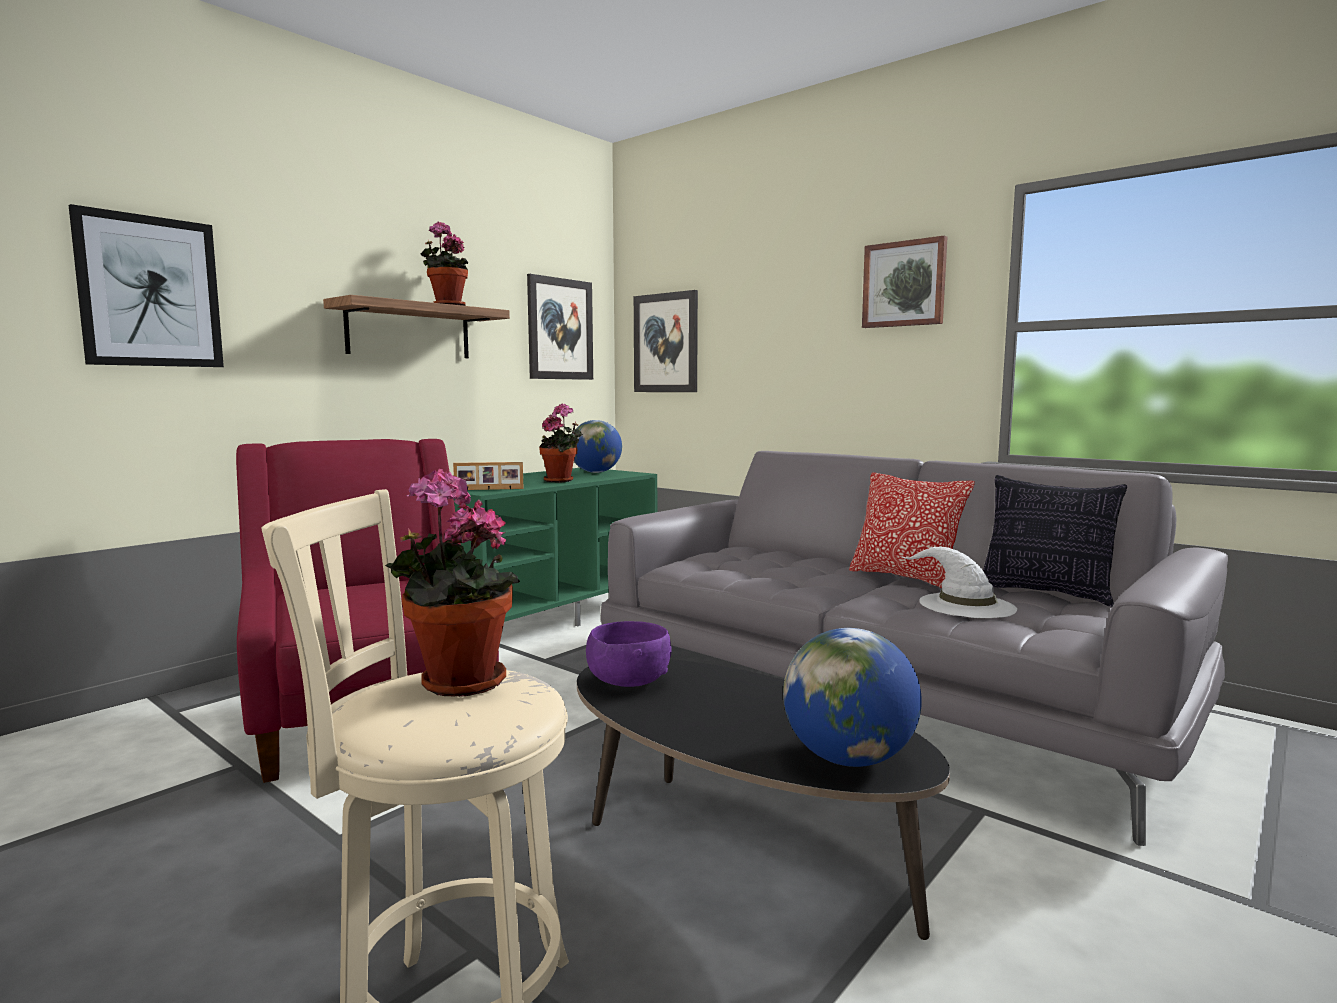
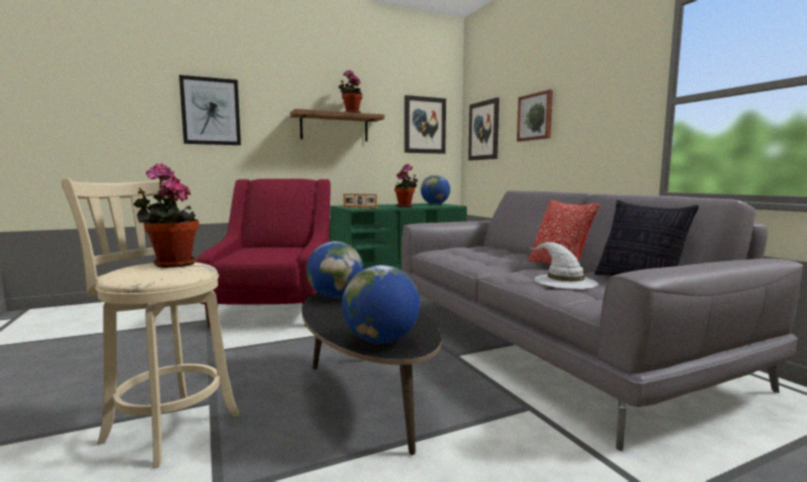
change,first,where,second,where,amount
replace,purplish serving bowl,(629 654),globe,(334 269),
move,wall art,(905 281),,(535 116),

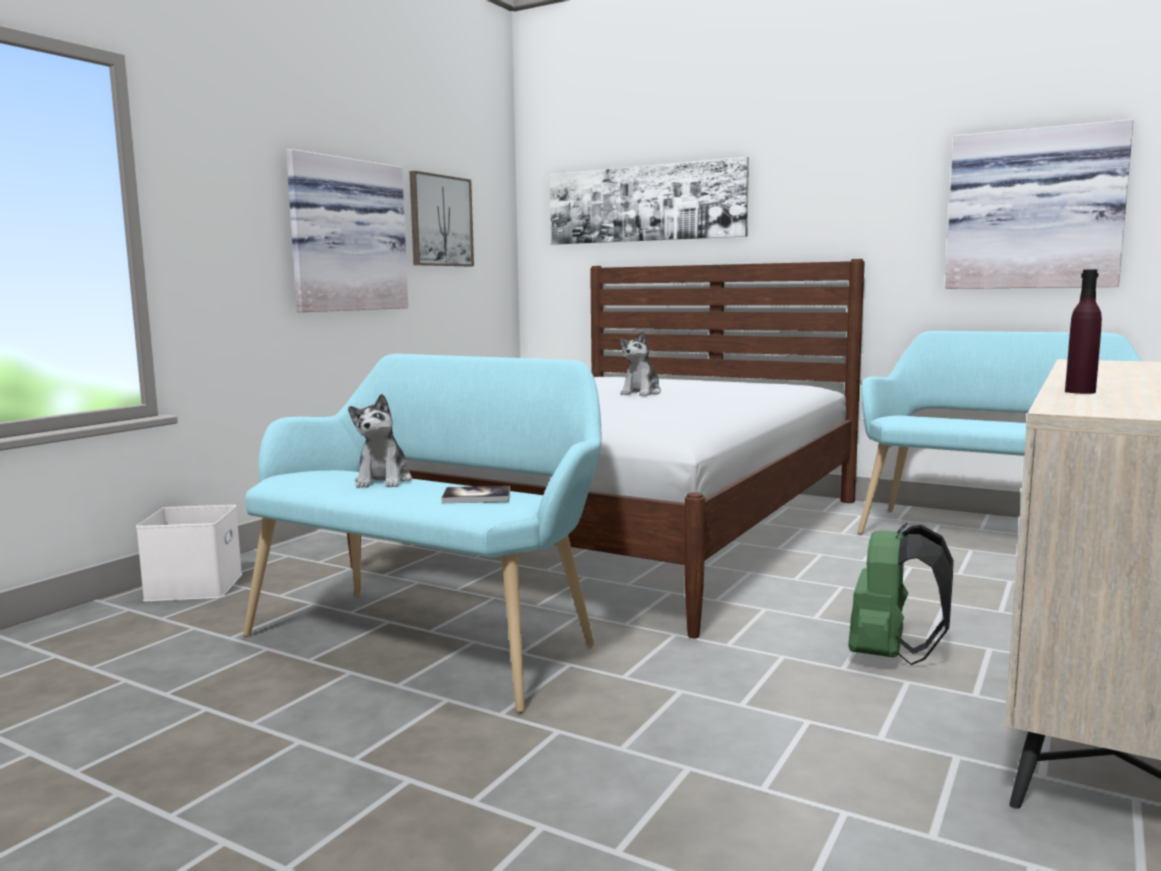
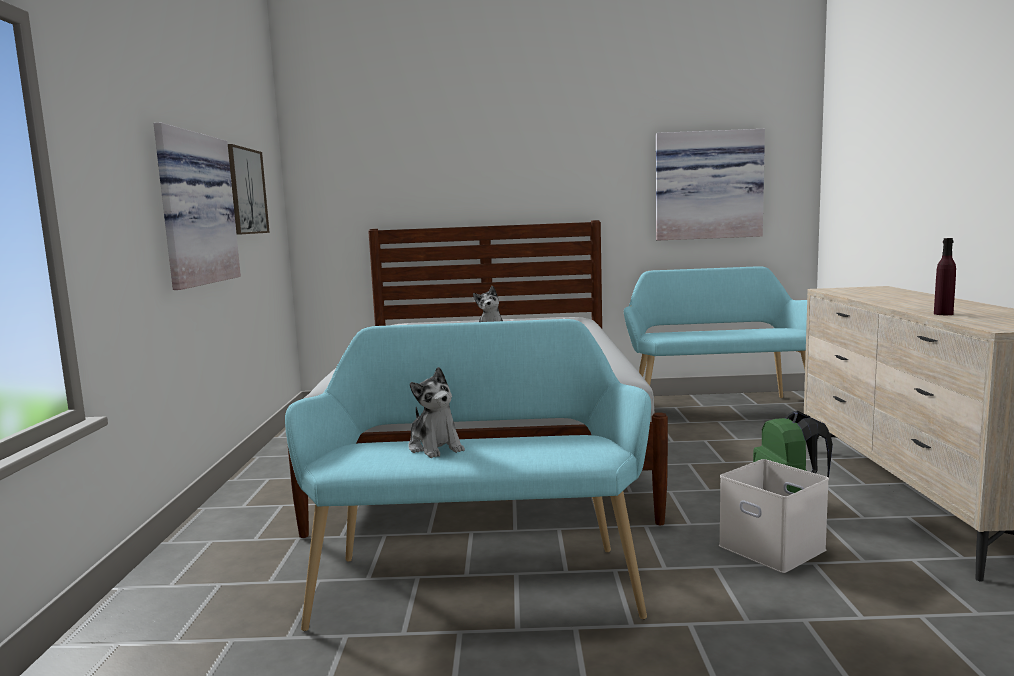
change,first,where,second,where,amount
move,white storage bin,(189 553),,(774 516),
delete,book,(476 494),,,
delete,wall art,(649 201),,,

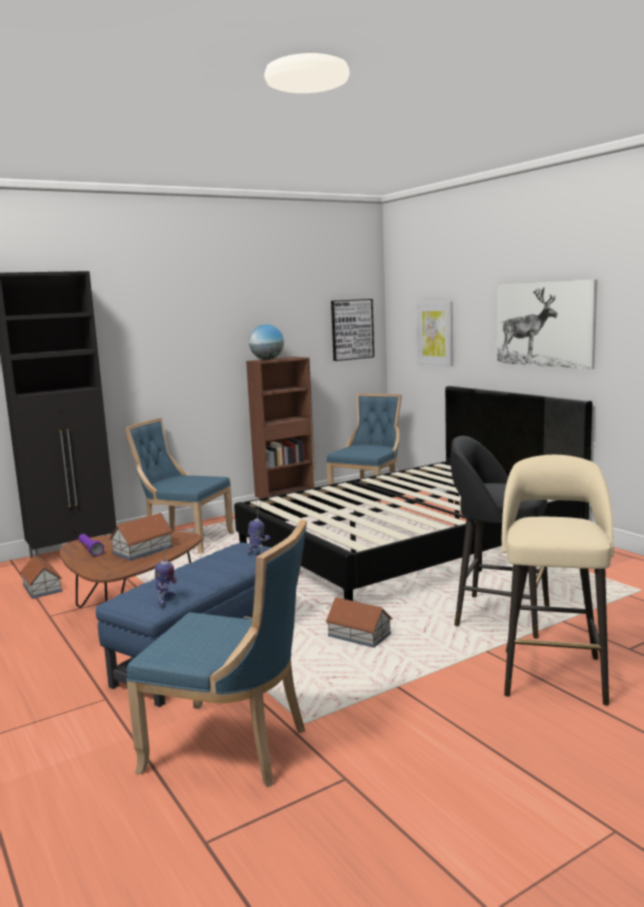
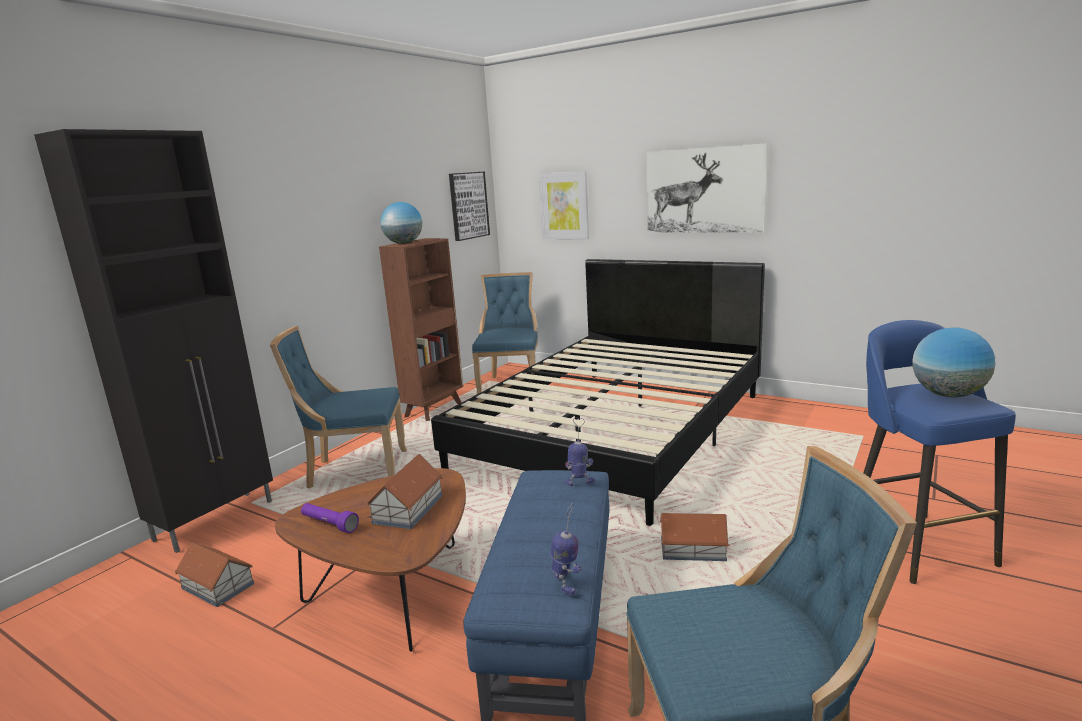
change,first,where,second,where,amount
delete,blackish sitting stool,(500 537),,,
recolor,beige sitting stool,(558 580),blue-coloured sitting stool,(939 452),
insert,,,globe,(953 363),

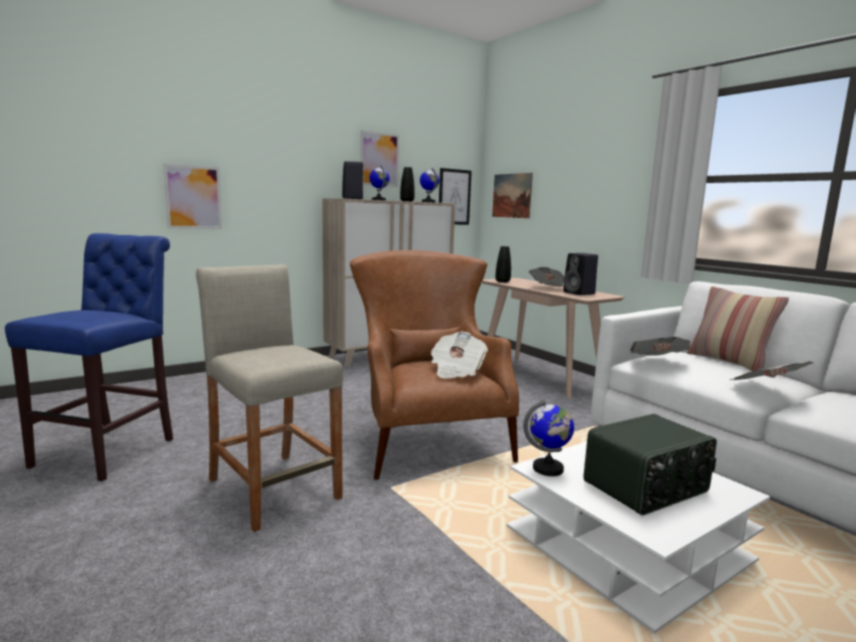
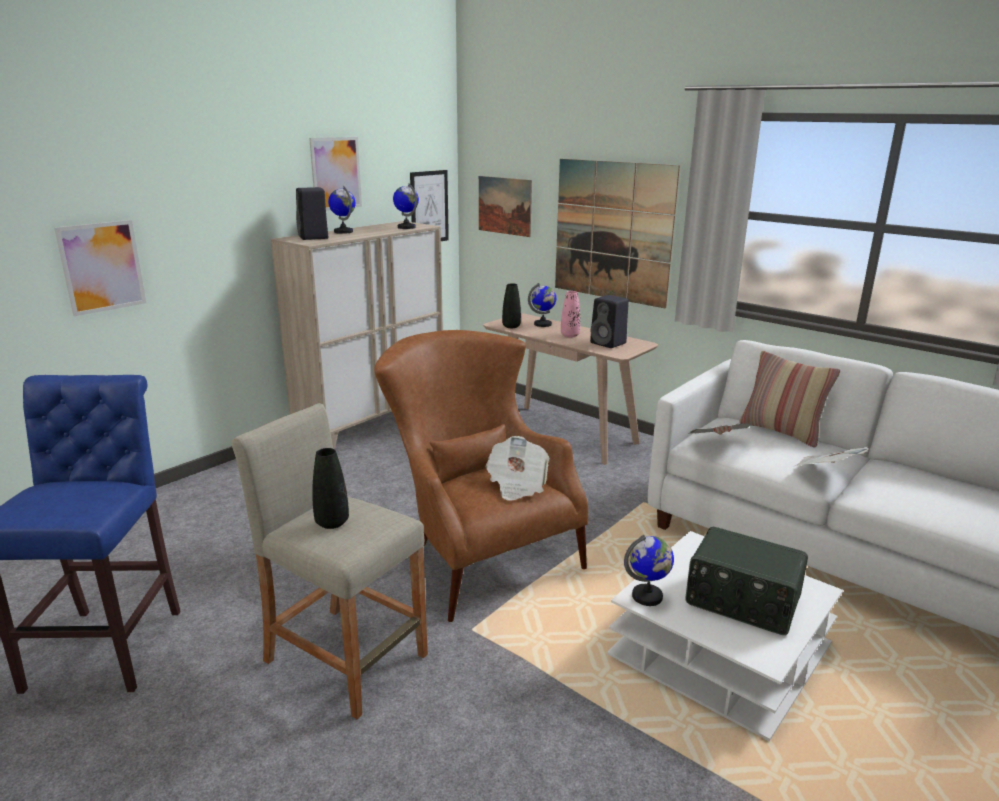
change,first,where,second,where,amount
move,blackish decorative vase,(407 184),,(330 488),
replace,daily paper,(546 277),pinkish decorative vase,(570 314),
rotate,radio,(650 464),,(746 581),75 degrees clockwise
insert,,,globe,(542 305),
insert,,,wall art,(617 233),

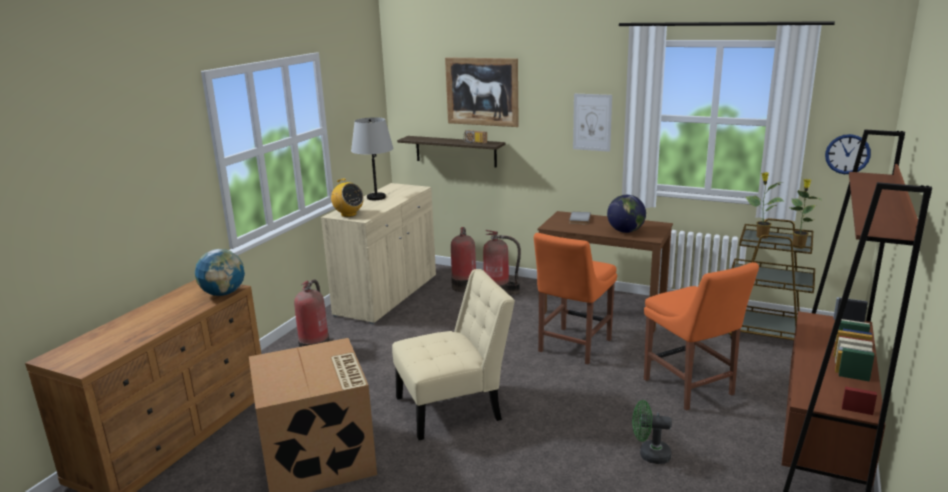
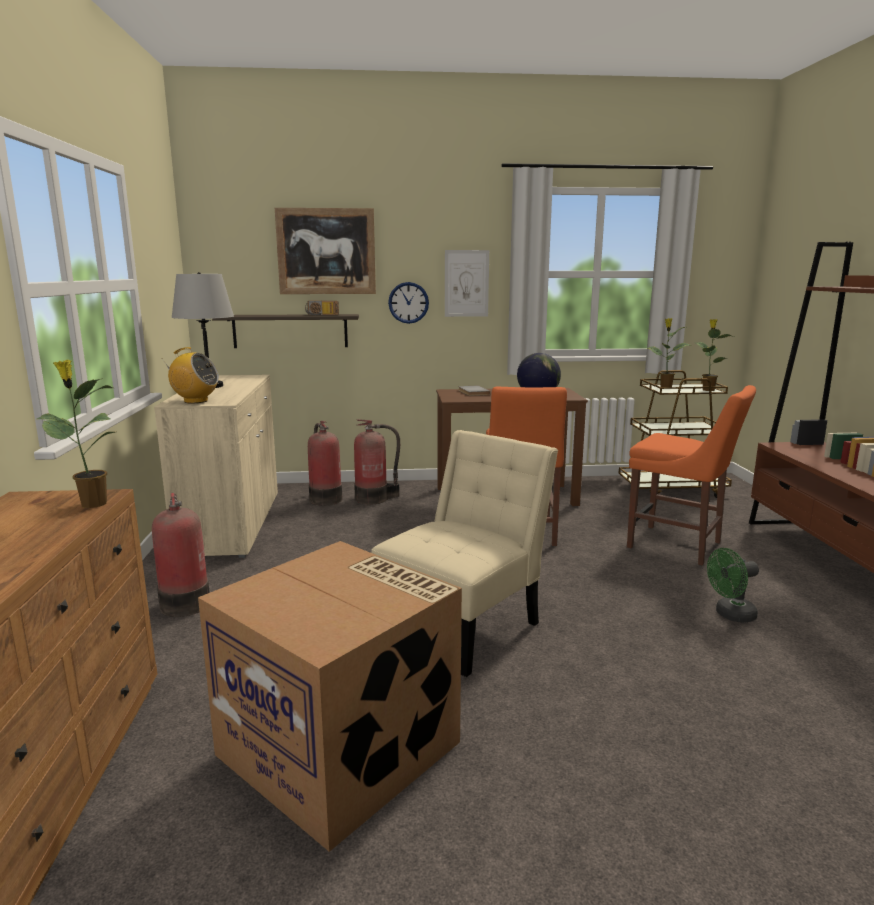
change,first,where,second,where,amount
replace,globe,(220 272),houseplant,(76 434),
move,clock on the wall,(848 154),,(408 303),

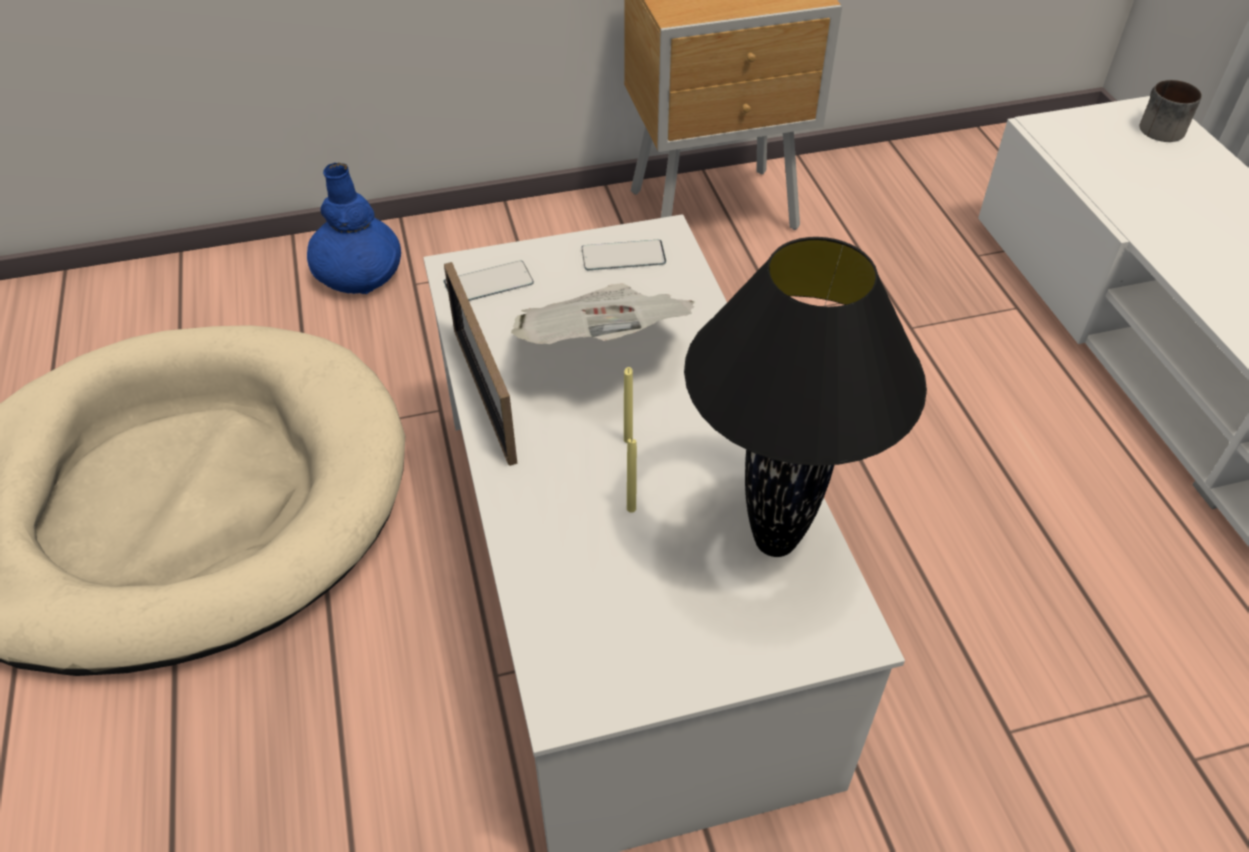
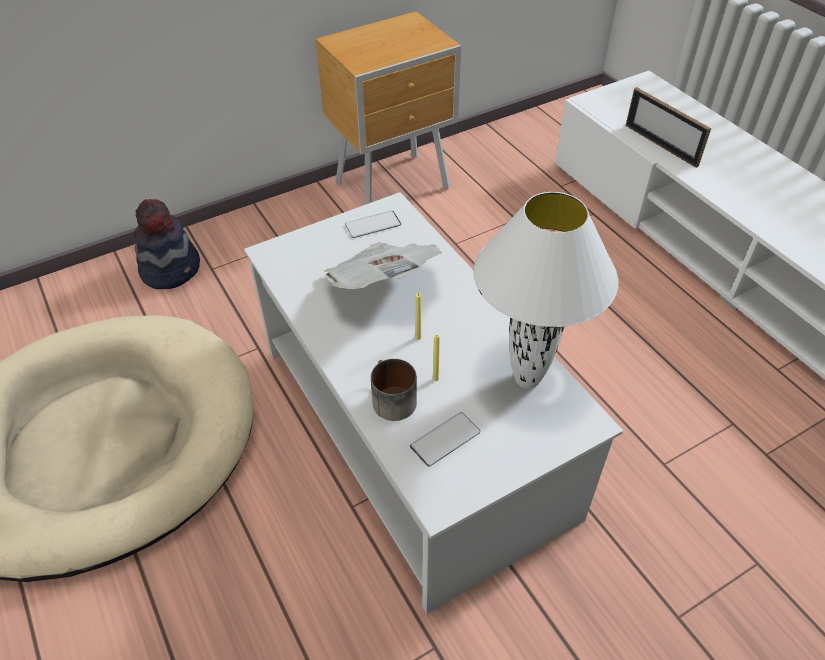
change,first,where,second,where,amount
replace,blue-coloured decorative vase,(354 228),hat,(167 244),
move,handset,(489 280),,(445 439),
move,photo frame,(480 364),,(668 127),
recolor,blackish lamp for a table,(805 397),white lamp for a table,(545 290),
move,mug,(1170 111),,(394 390),

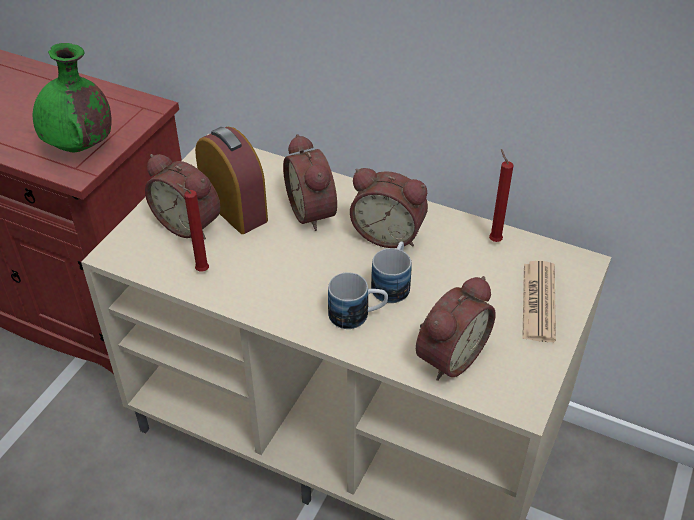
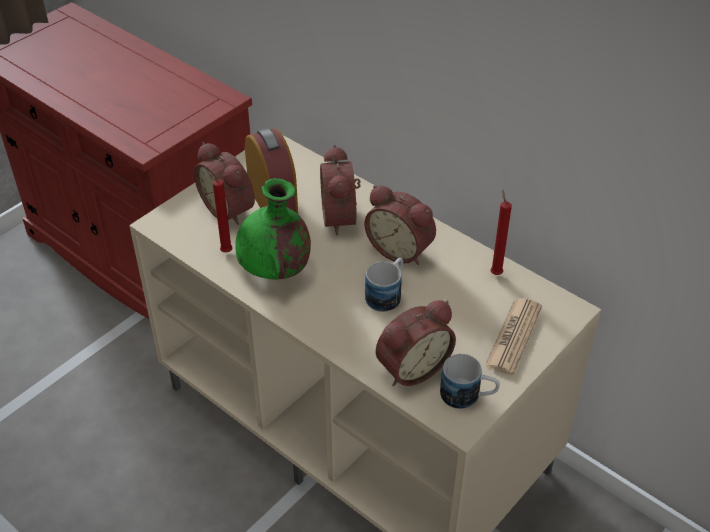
change,first,where,second,where,amount
move,greenish decorative vase,(72 97),,(273 229),
move,mug,(358 300),,(470 381),

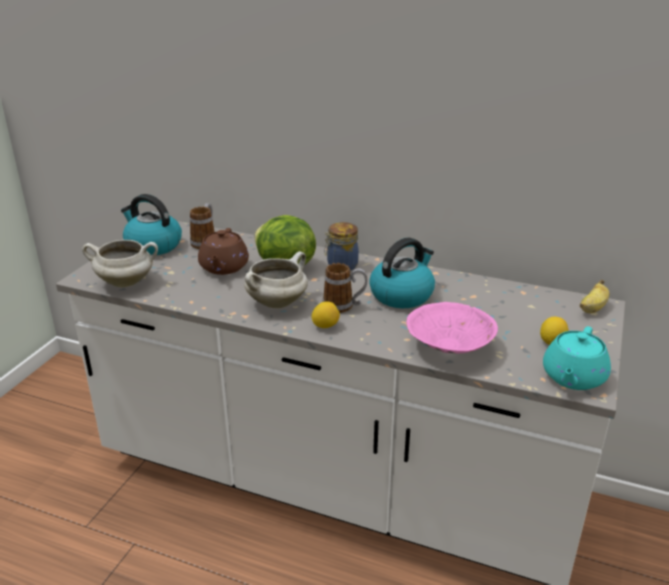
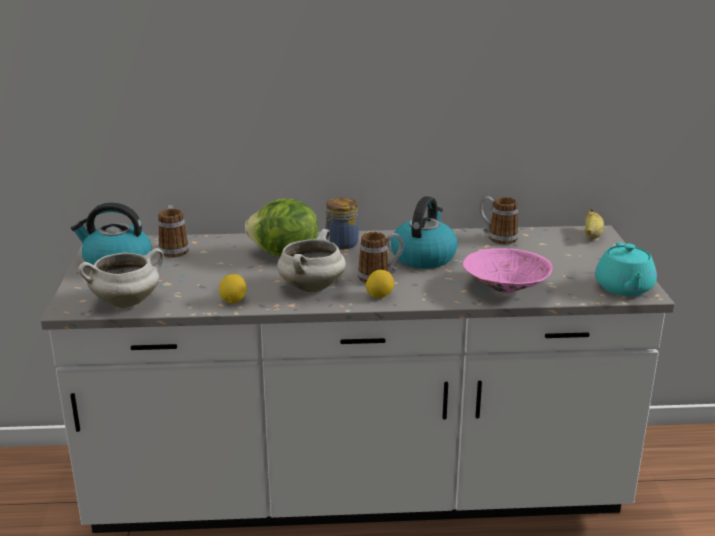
change,first,where,second,where,amount
delete,brown teapot,(223 251),,,
move,citrus fruit,(554 331),,(233 289),
insert,,,mug,(498 220),

